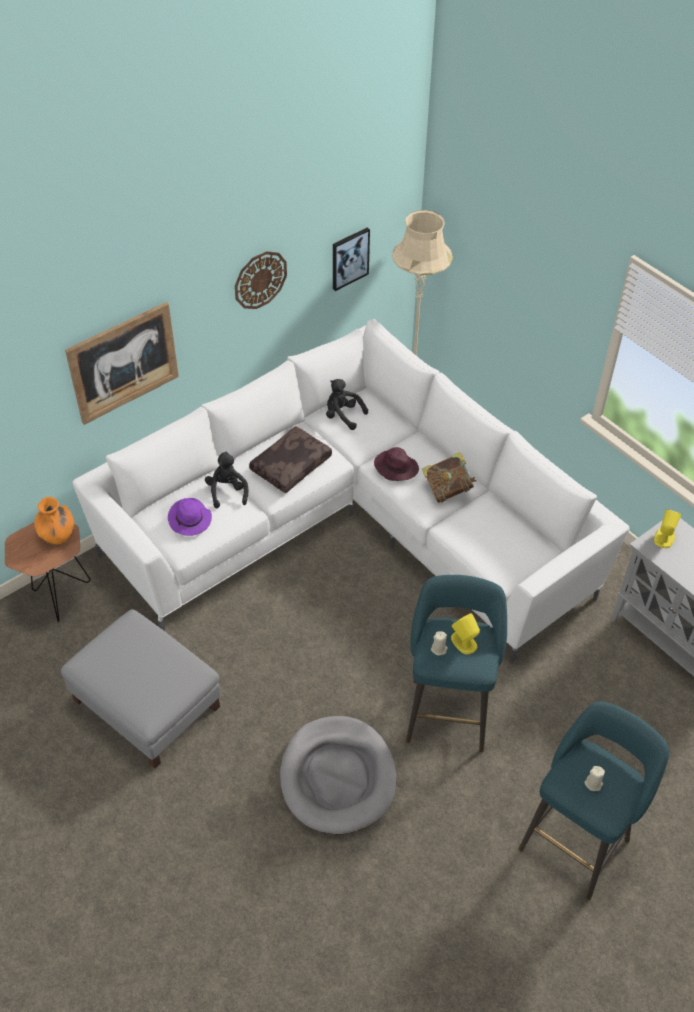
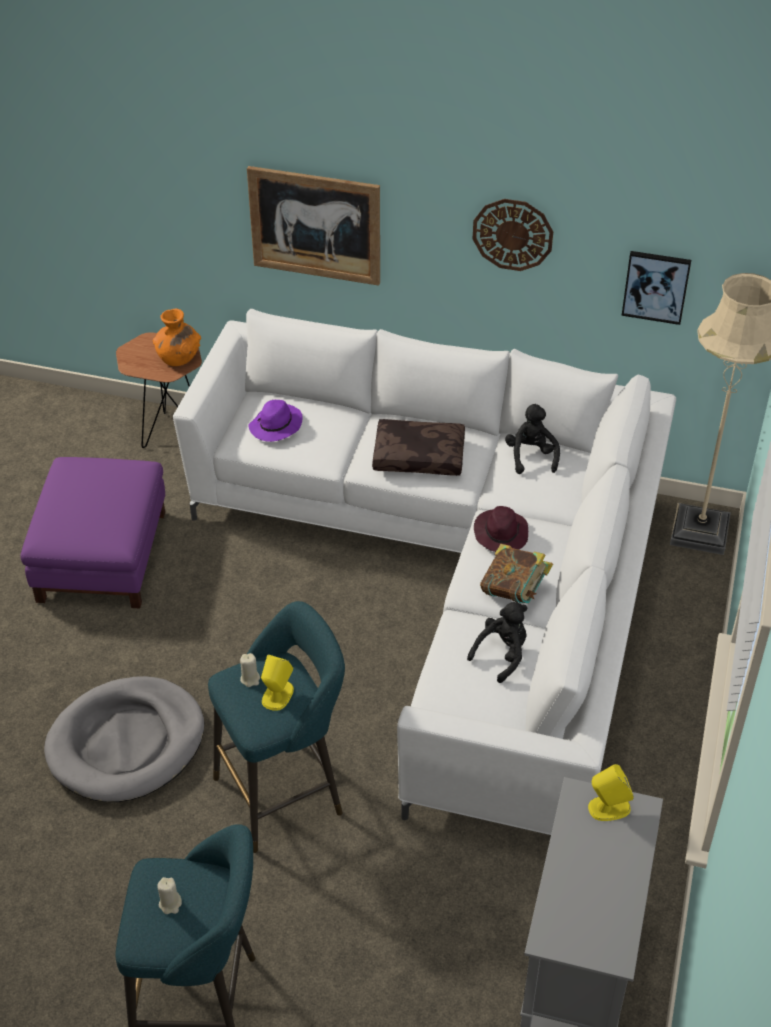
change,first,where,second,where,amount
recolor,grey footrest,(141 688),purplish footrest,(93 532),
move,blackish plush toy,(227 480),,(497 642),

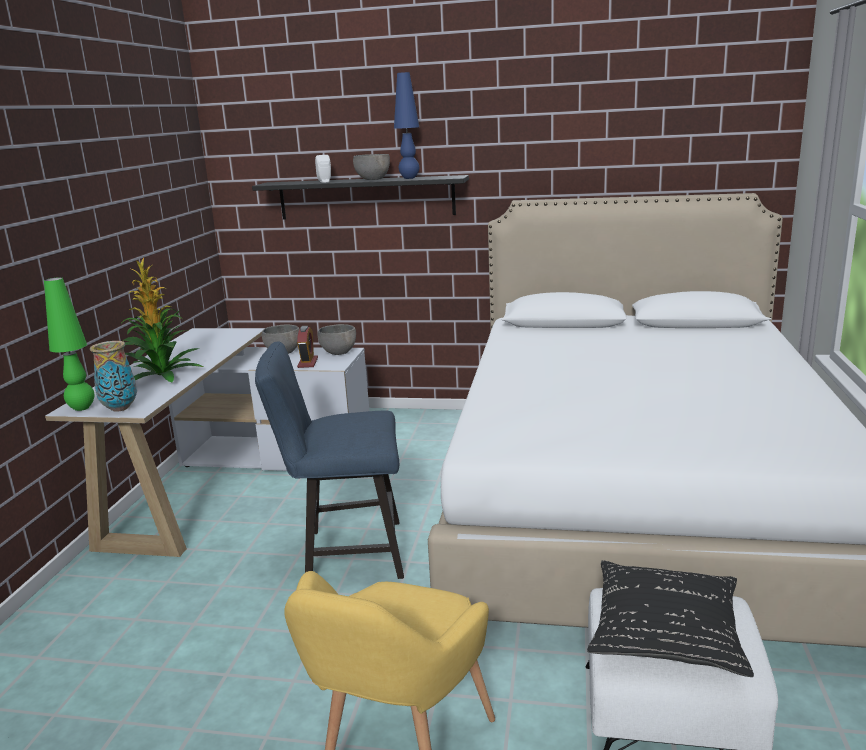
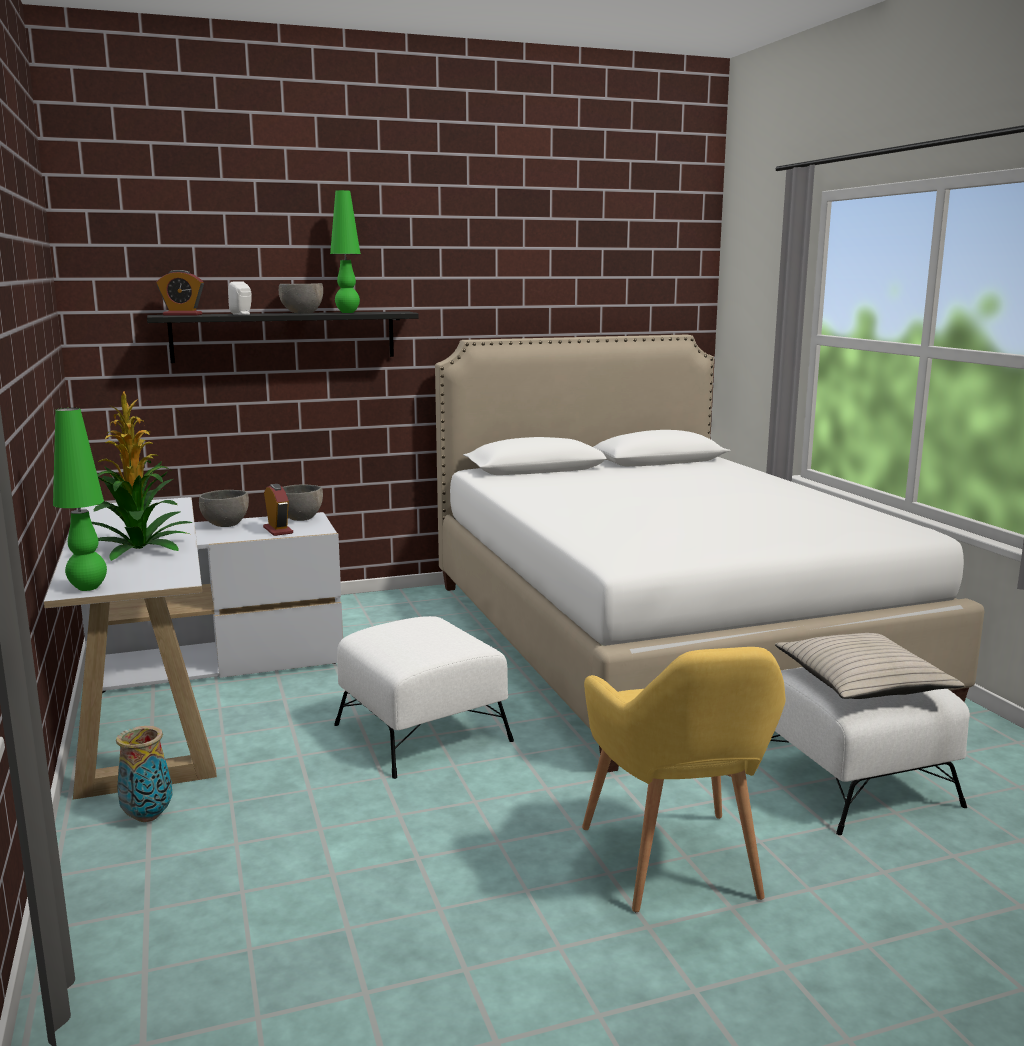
change,first,where,second,where,amount
move,decorative vase,(113 376),,(144 774),
replace,blue-coloured plain chair,(329 460),white footrest,(424 697),
recolor,blue-coloured lamp for a table,(406 125),greenish lamp for a table,(345 251),
recolor,blackish pillow,(670 618),beige pillow,(869 666),
insert,,,bedside clock,(180 293),

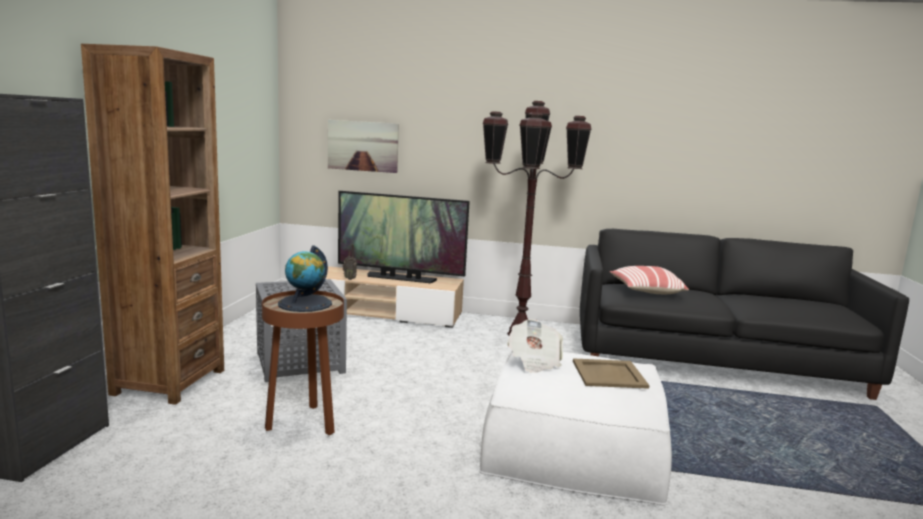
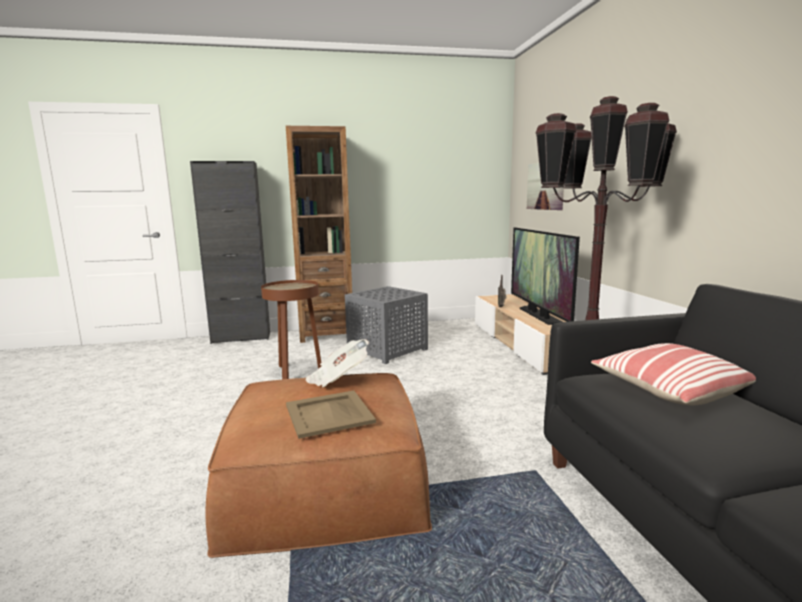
change,first,where,second,where,amount
delete,globe,(305 279),,,
recolor,white footrest,(575 428),brown footrest,(319 465),

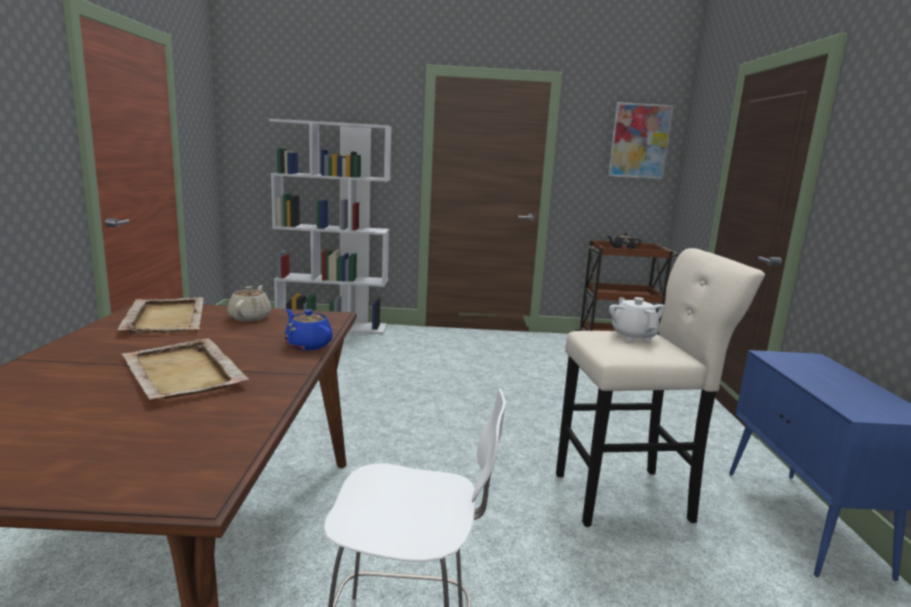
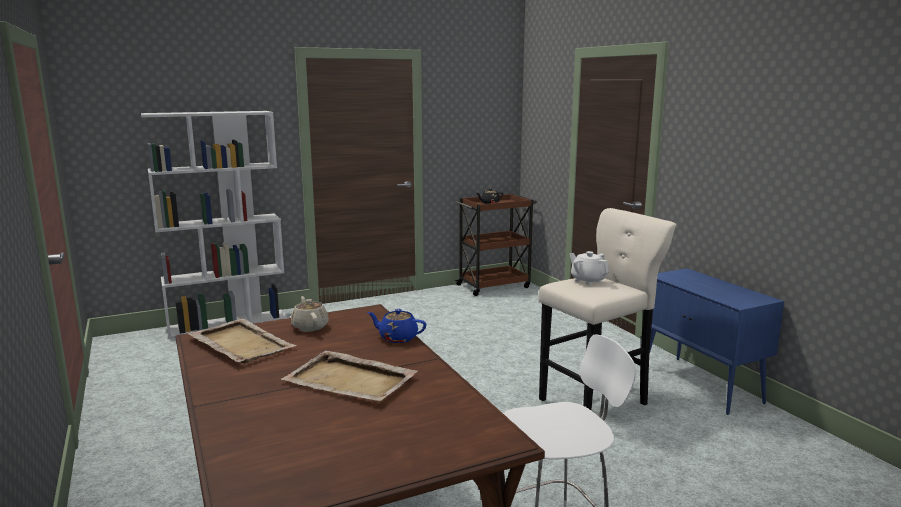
change,first,where,second,where,amount
delete,wall art,(641 140),,,

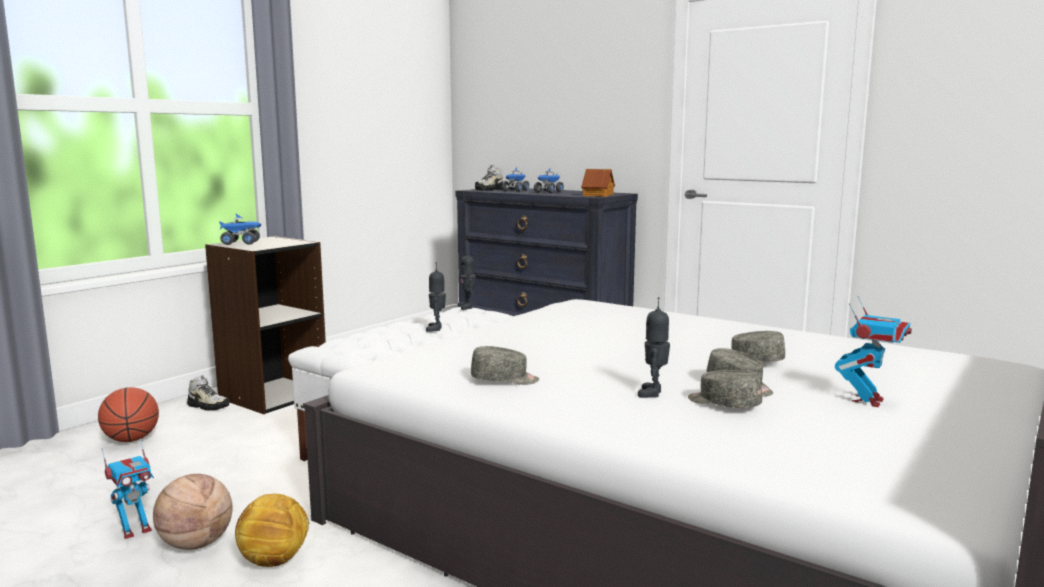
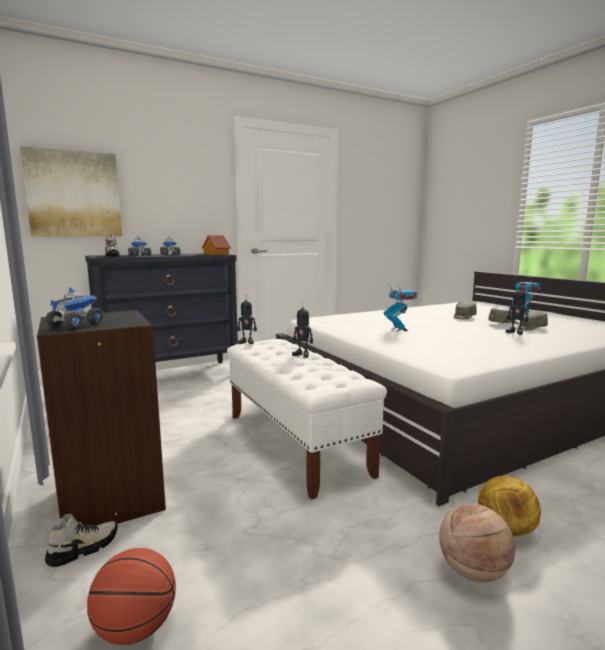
change,first,where,second,where,amount
move,toy robot,(128 489),,(400 307),
delete,grey cap,(505 365),,,
insert,,,wall art,(71 191),

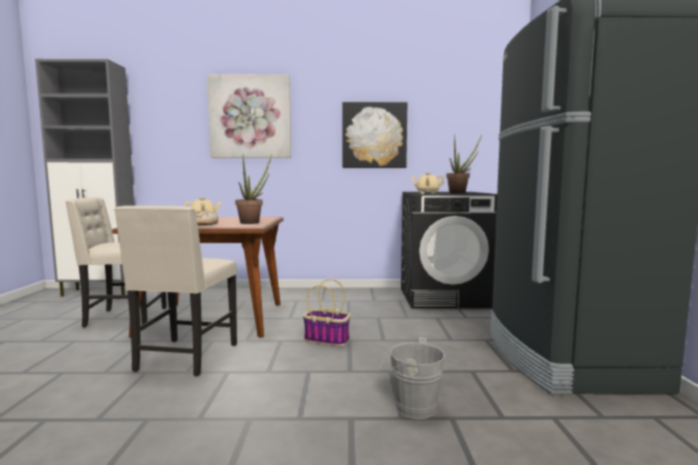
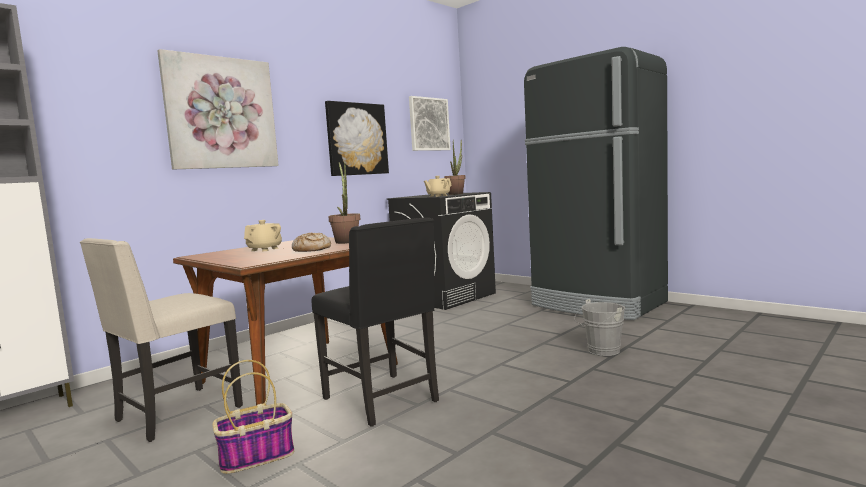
change,first,where,second,where,amount
recolor,beige plain chair,(175 291),blackish plain chair,(375 322),
move,household basket,(326 312),,(253 417),
insert,,,wall art,(430 123),

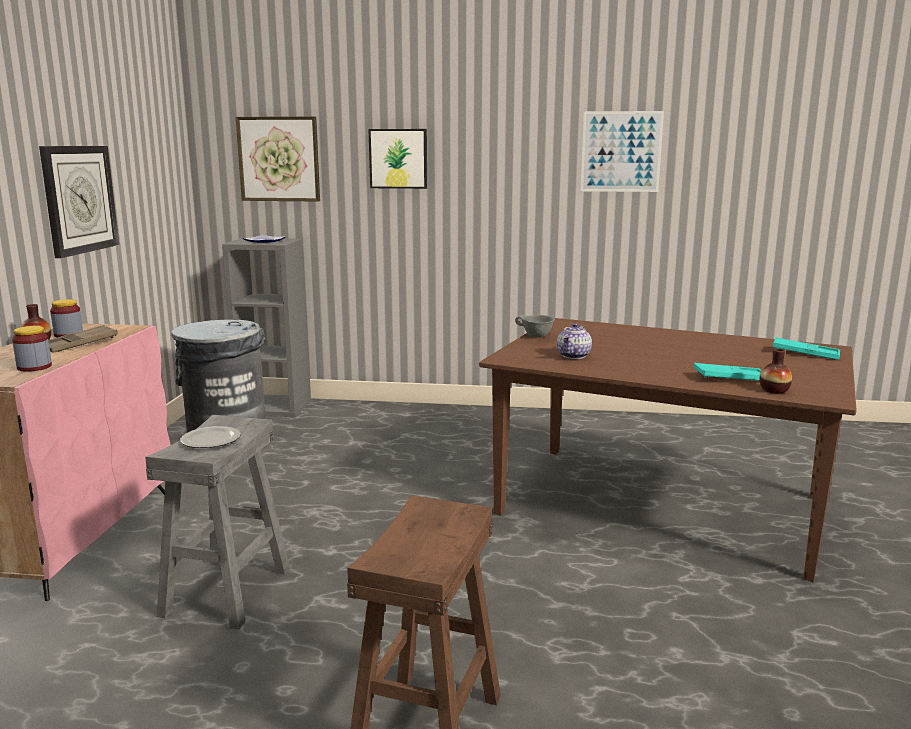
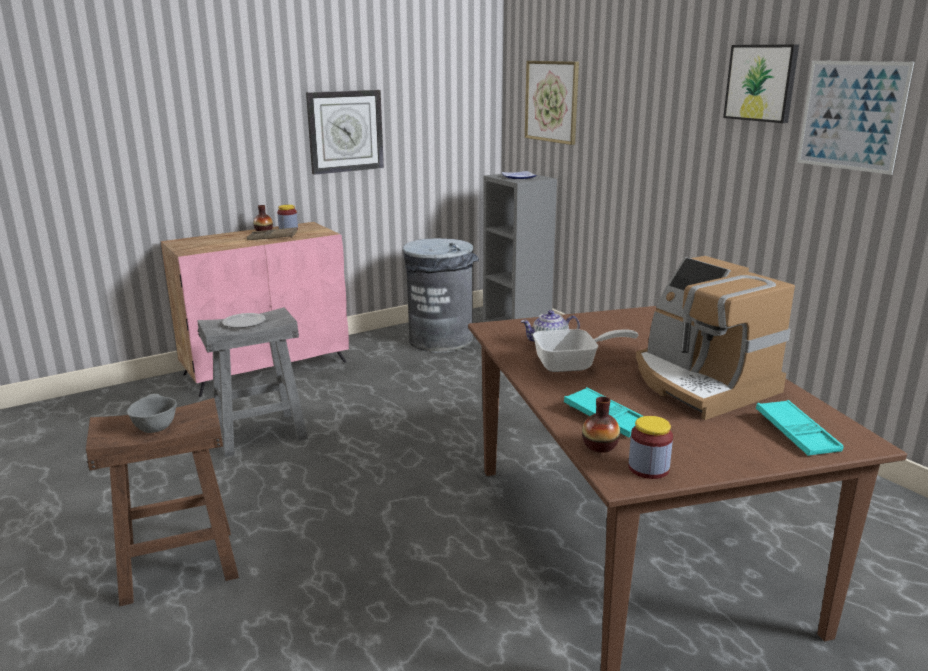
change,first,where,second,where,amount
move,preserve jar,(32 349),,(650 447),
move,wall art,(397 159),,(761 83),
move,grey serving bowl,(535 326),,(152 413),
insert,,,pan,(585 350),
insert,,,coffee maker,(715 338),

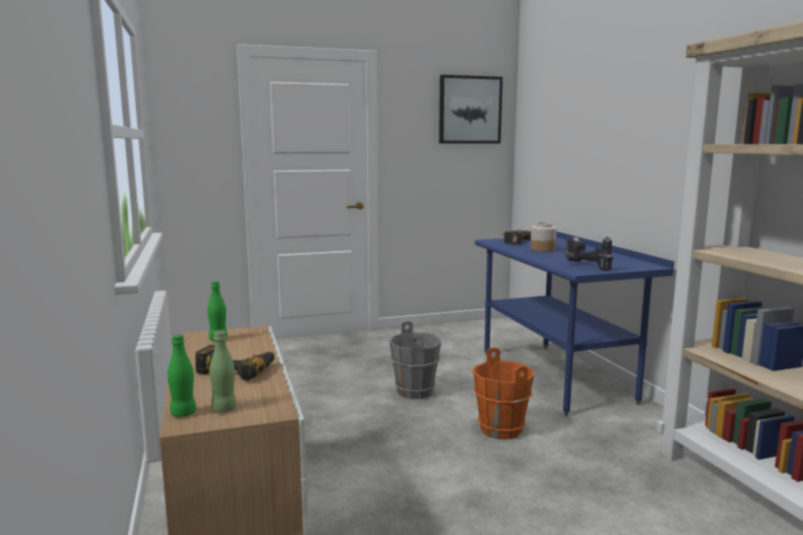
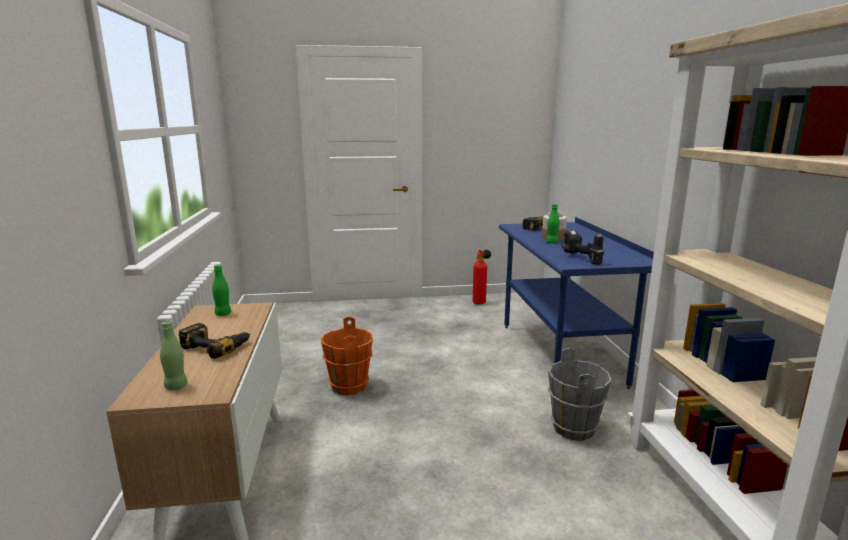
change,first,where,second,where,amount
move,greenish beverage bottle,(181 375),,(553 223),
move,grey bucket,(415 360),,(579 394),
delete,wall art,(471 109),,,
move,orange bucket,(503 393),,(347 356),
insert,,,fire-fighting cylinder,(482 277),

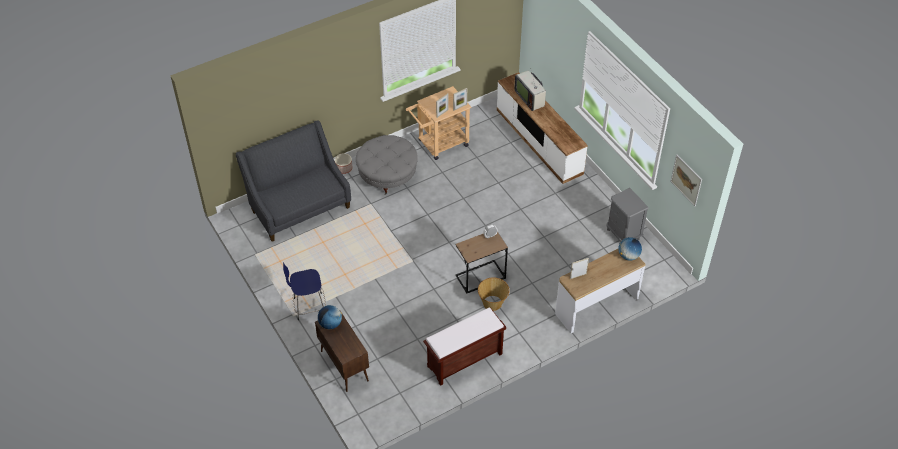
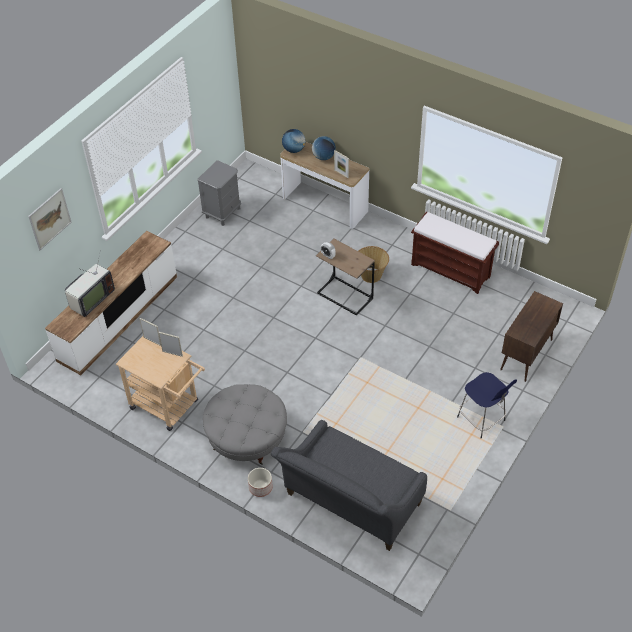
change,first,where,second,where,amount
move,globe,(330 317),,(324 148),
move,wall art,(686 180),,(49 219),

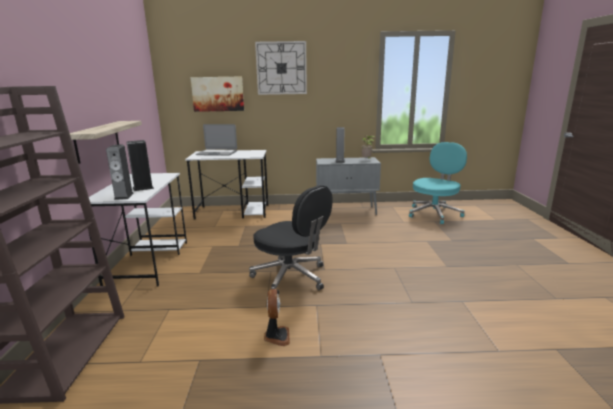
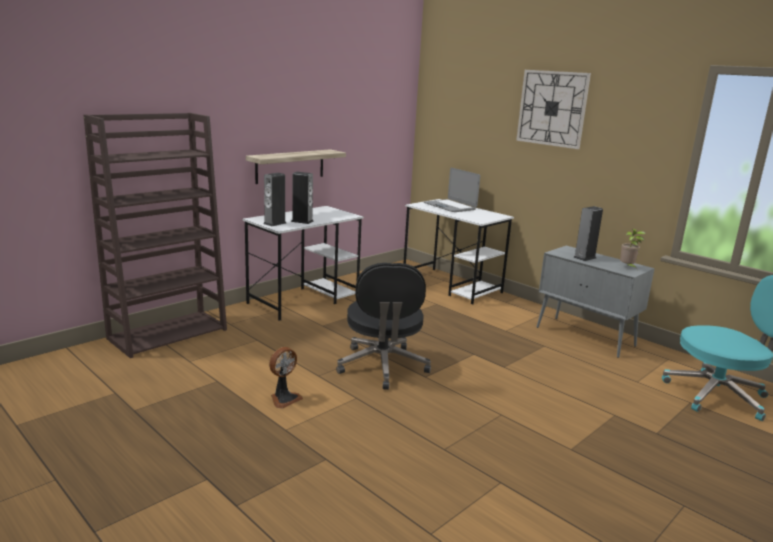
change,first,where,second,where,amount
delete,wall art,(217 94),,,

